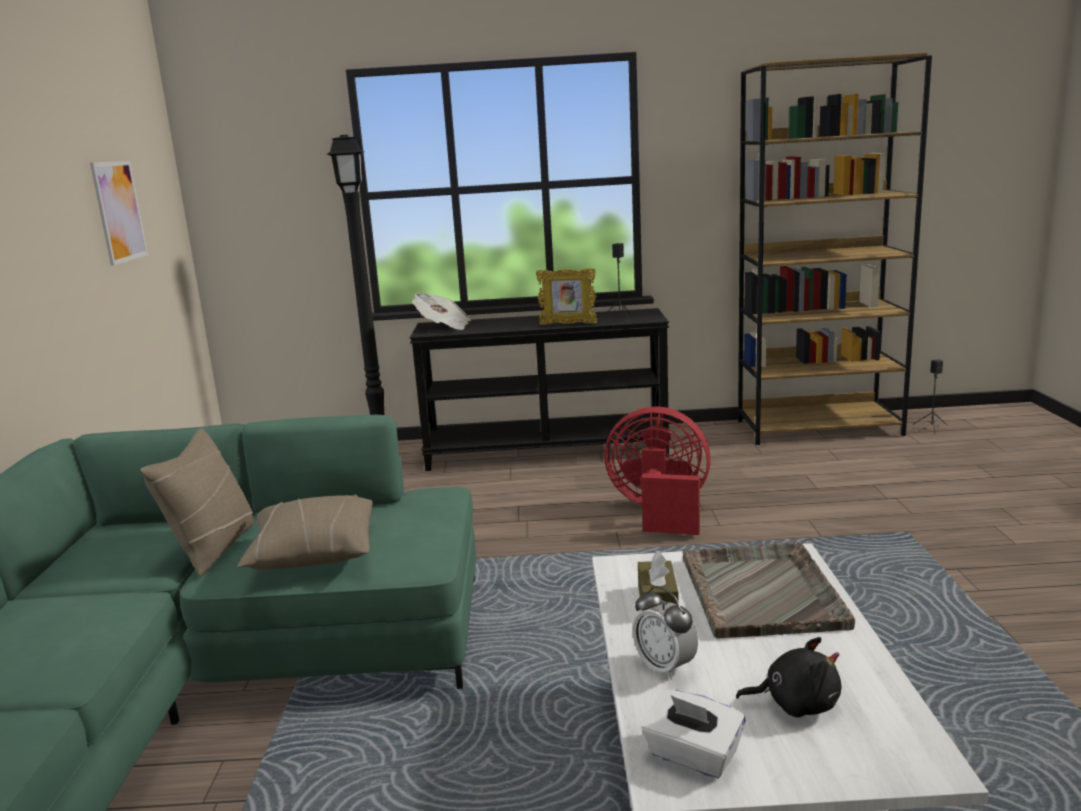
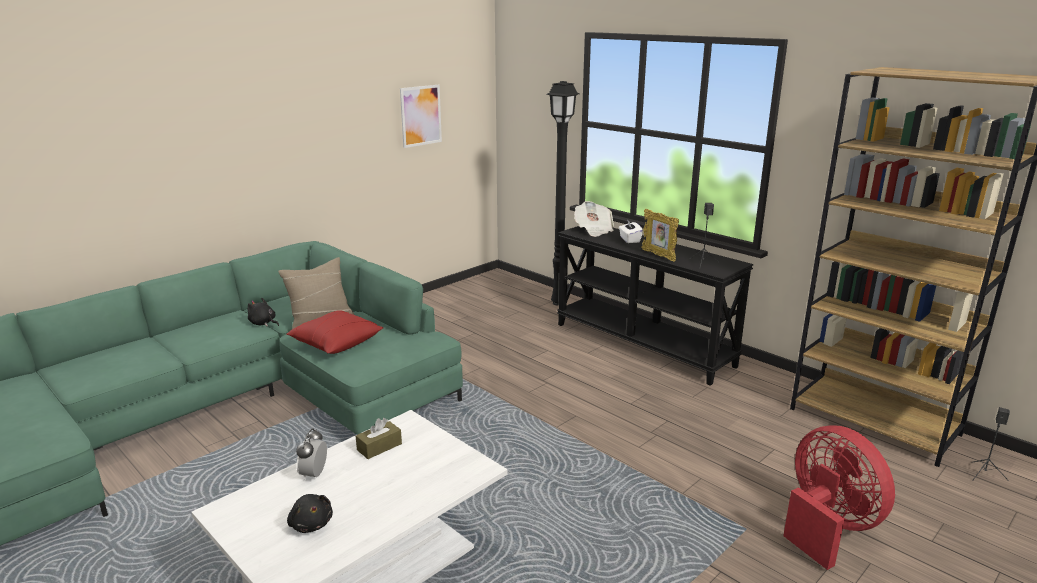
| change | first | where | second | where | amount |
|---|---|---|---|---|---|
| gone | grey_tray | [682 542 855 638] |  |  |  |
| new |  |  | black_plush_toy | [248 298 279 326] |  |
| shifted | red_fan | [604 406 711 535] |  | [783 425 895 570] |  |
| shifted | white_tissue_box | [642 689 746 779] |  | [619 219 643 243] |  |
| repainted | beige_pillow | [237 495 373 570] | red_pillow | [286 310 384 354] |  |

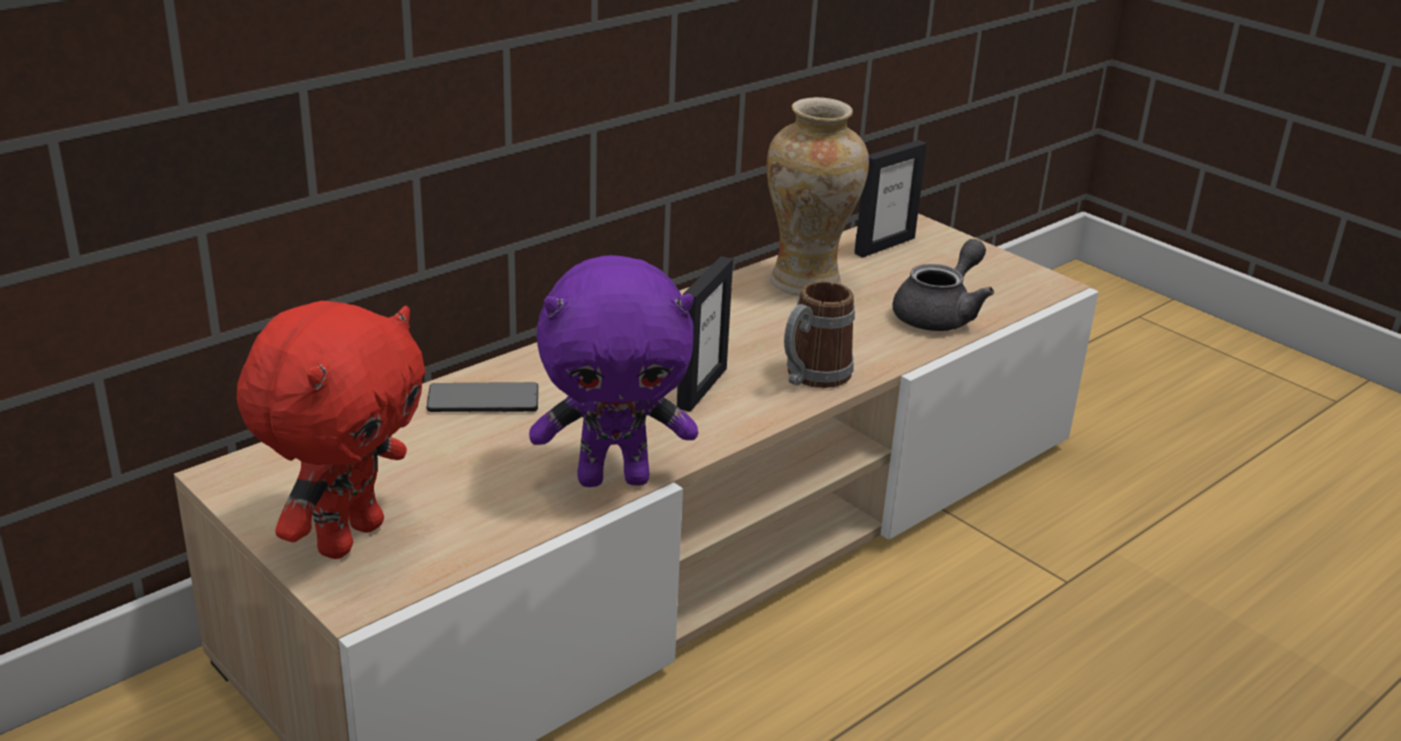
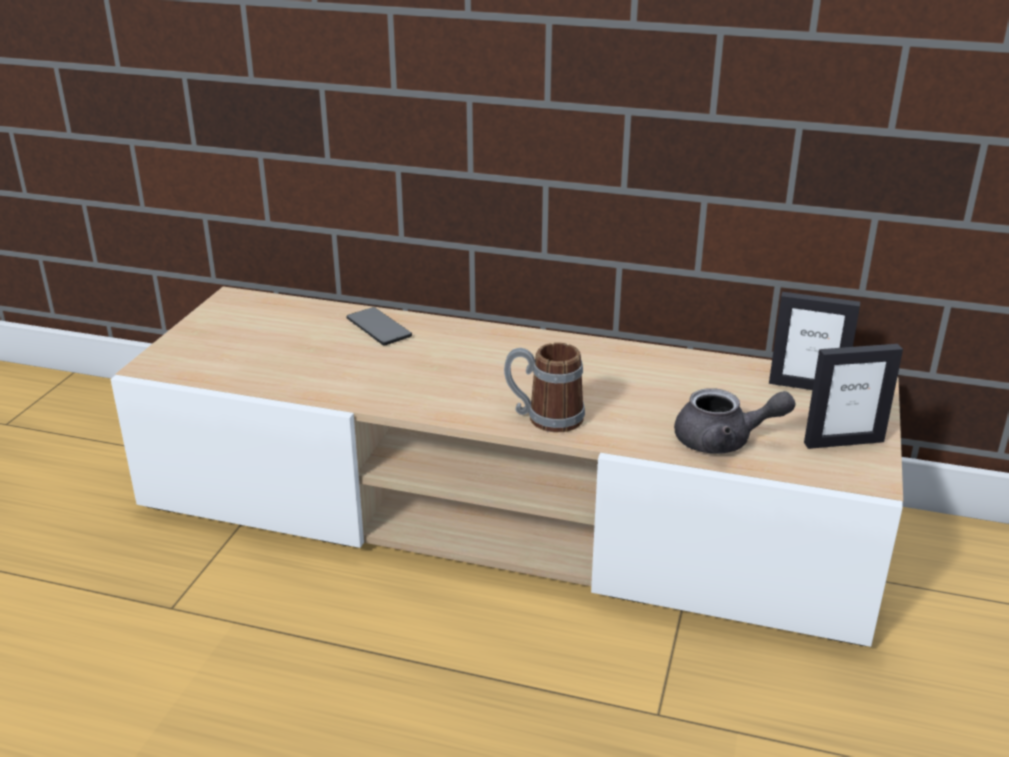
| change | first | where | second | where | amount |
|---|---|---|---|---|---|
| gone | red_plush_toy | [237 301 426 559] |  |  |  |
| gone | purple_plush_toy | [529 255 698 487] |  |  |  |
| gone | vase | [767 97 869 296] |  |  |  |
| shifted | picture_frame | [677 256 733 412] |  | [804 344 903 449] |  |

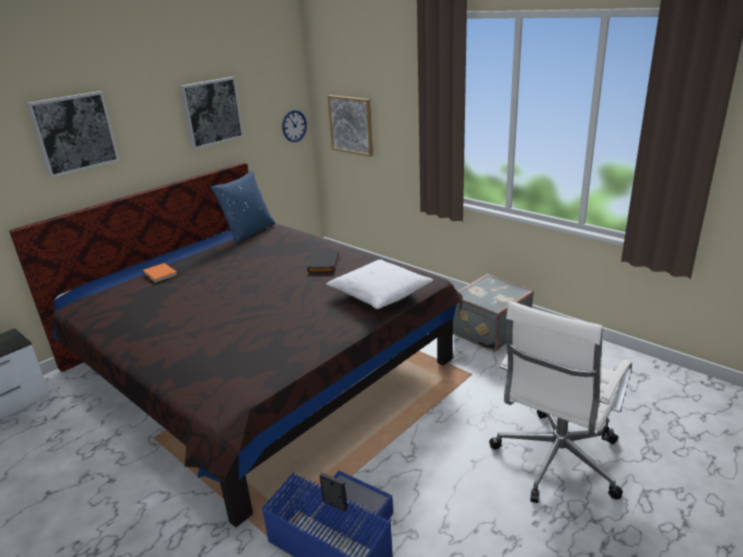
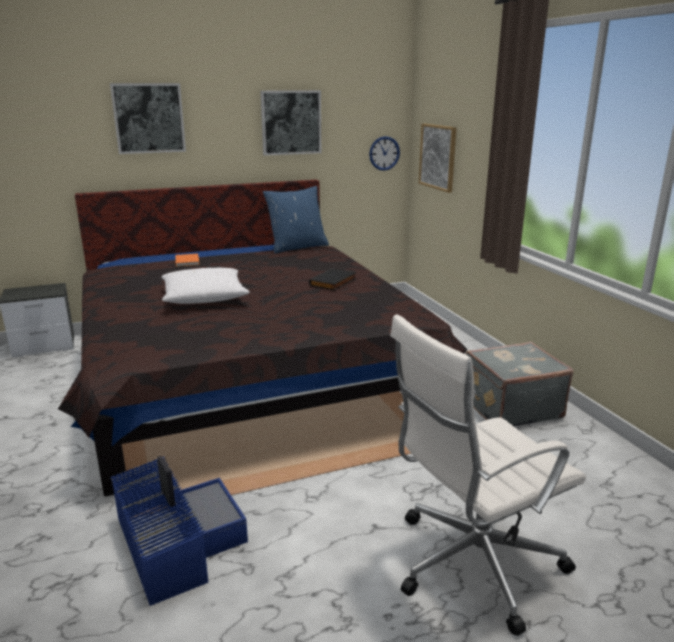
| change | first | where | second | where | amount |
|---|---|---|---|---|---|
| shifted | white_pillow | [326 260 433 309] |  | [161 268 250 304] |  |

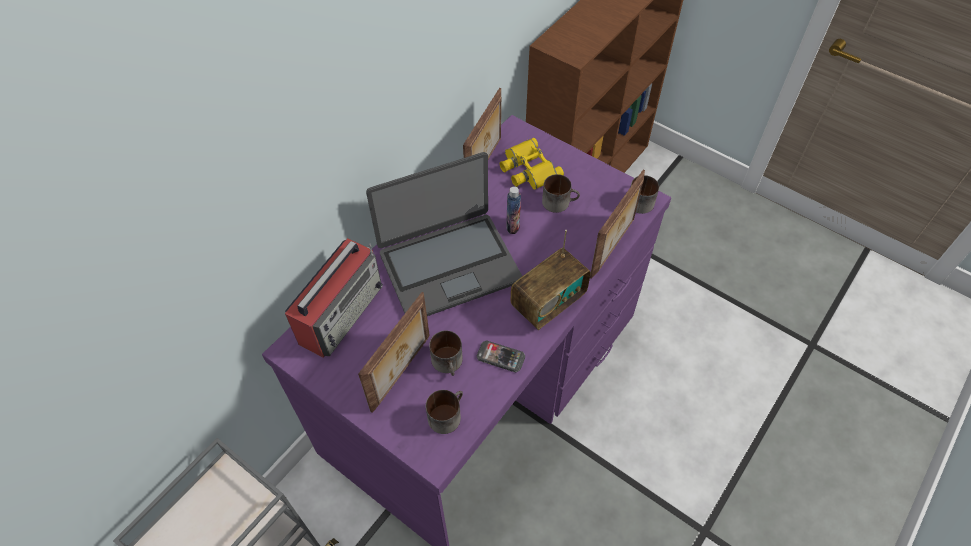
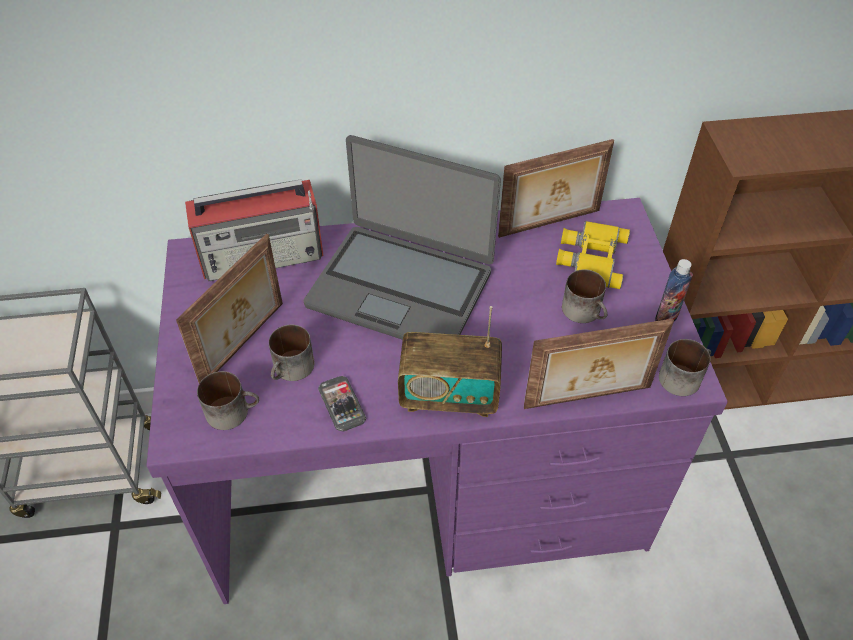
| change | first | where | second | where | amount |
|---|---|---|---|---|---|
| shifted | bottle | [506 186 521 234] |  | [655 259 693 321] |  |
| rotated | picture_frame | [358 292 430 413] |  | [176 233 283 383] | 45 degrees counterclockwise |

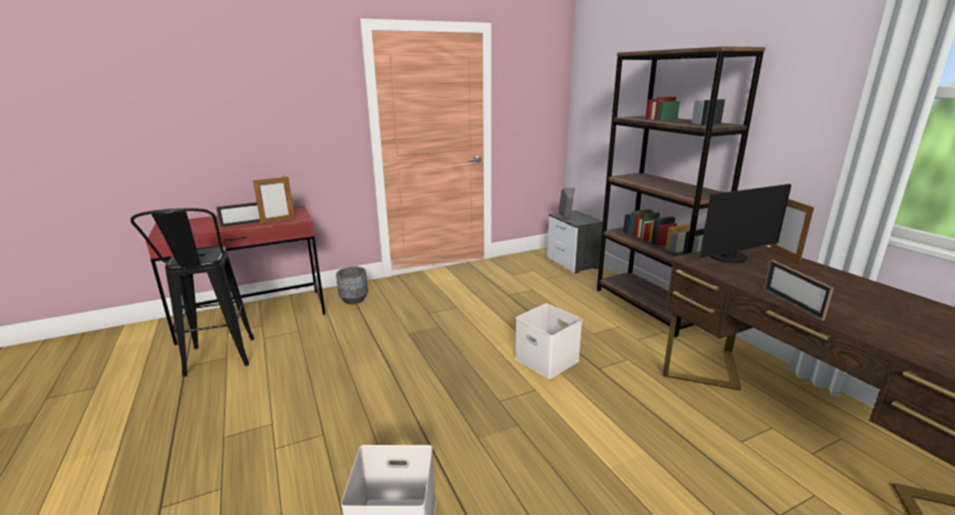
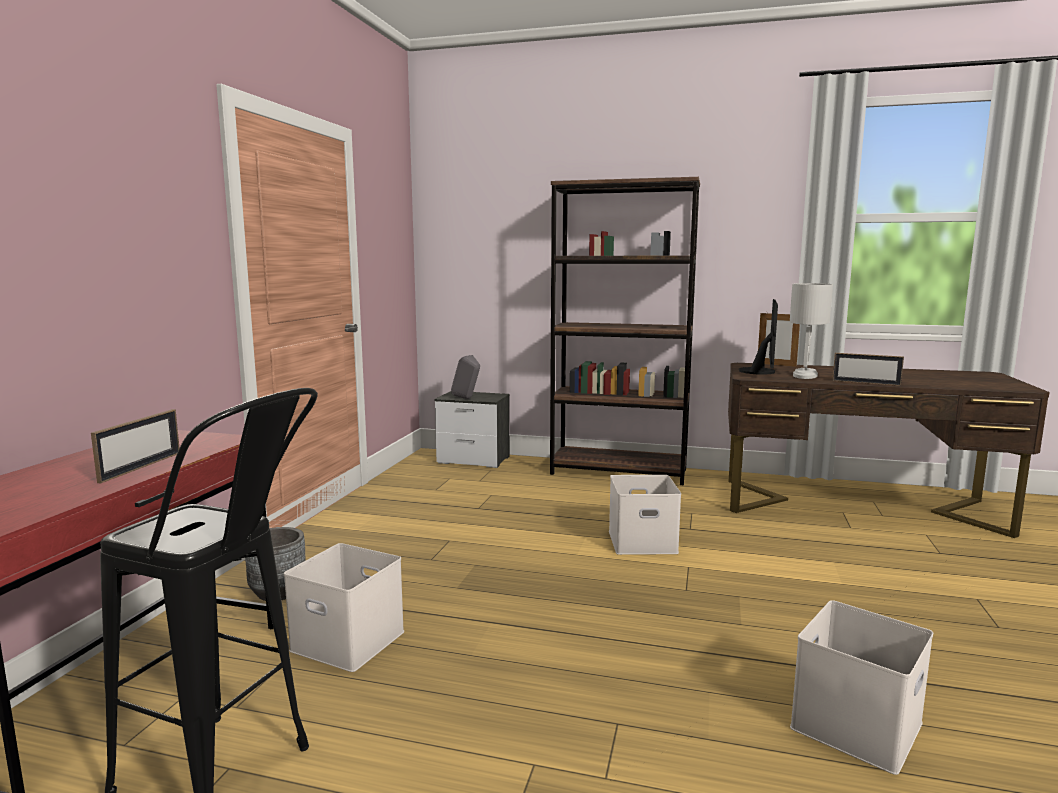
| change | first | where | second | where | amount |
|---|---|---|---|---|---|
| gone | picture_frame | [253 177 295 224] |  |  |  |
| new |  |  | white_storage_box | [284 543 404 672] |  |
| new |  |  | white_table_lamp | [790 283 833 379] |  |

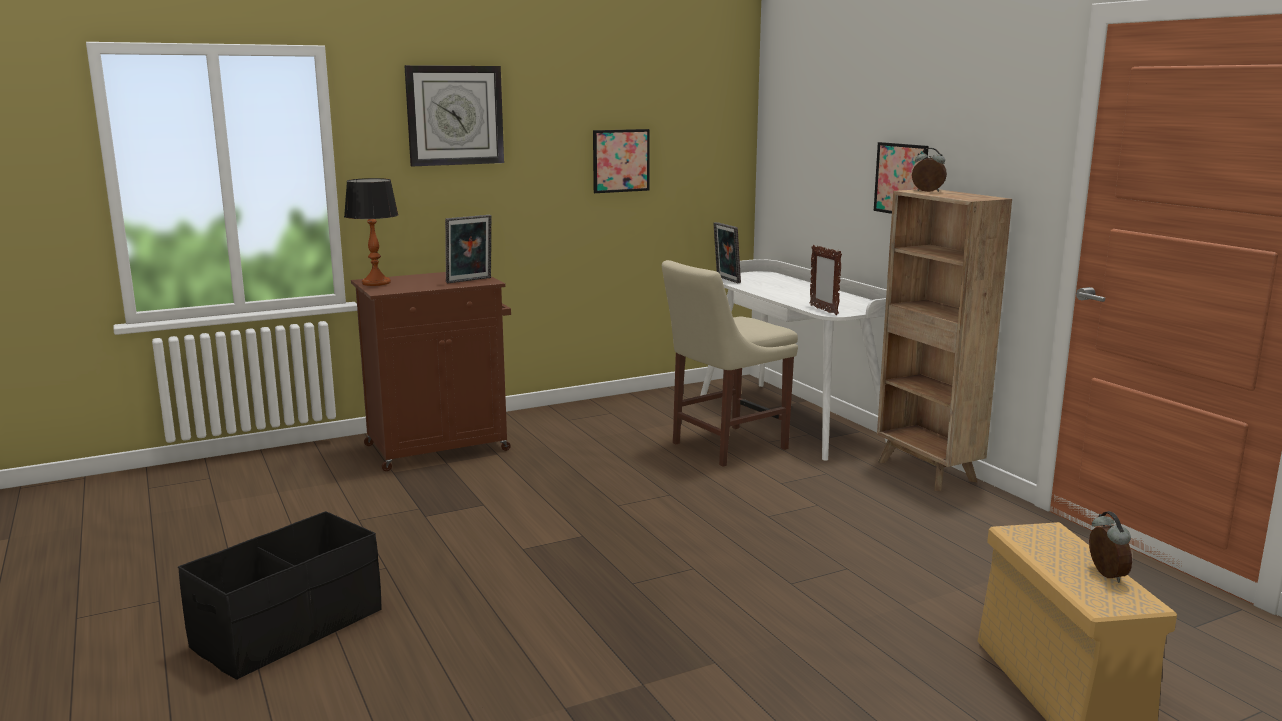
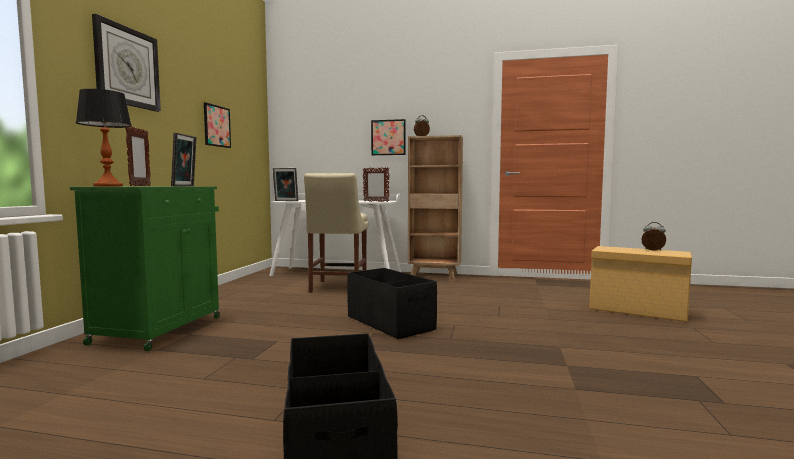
| change | first | where | second | where | amount |
|---|---|---|---|---|---|
| new |  |  | picture_frame | [125 126 151 186] |  |
| new |  |  | black_storage_box | [347 268 437 339] |  |
| repainted | brown_cabinet | [351 272 511 471] | green_cabinet | [70 186 220 351] |  |

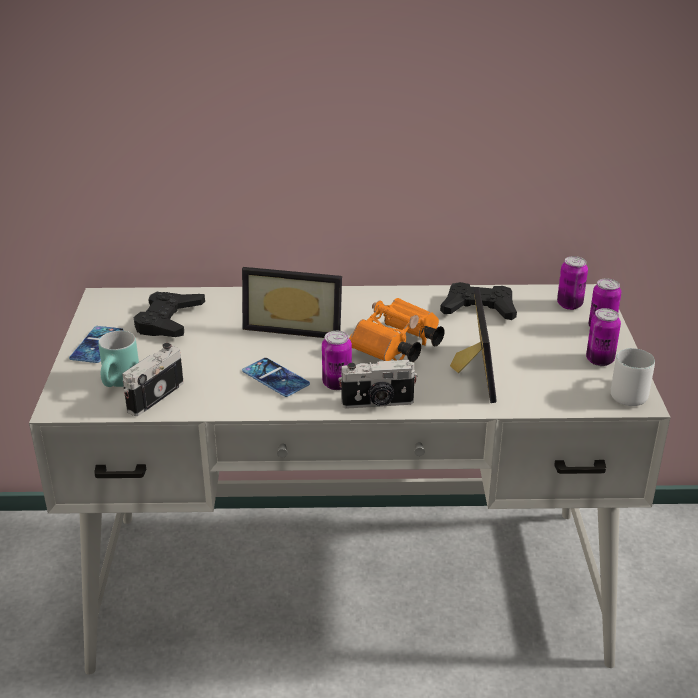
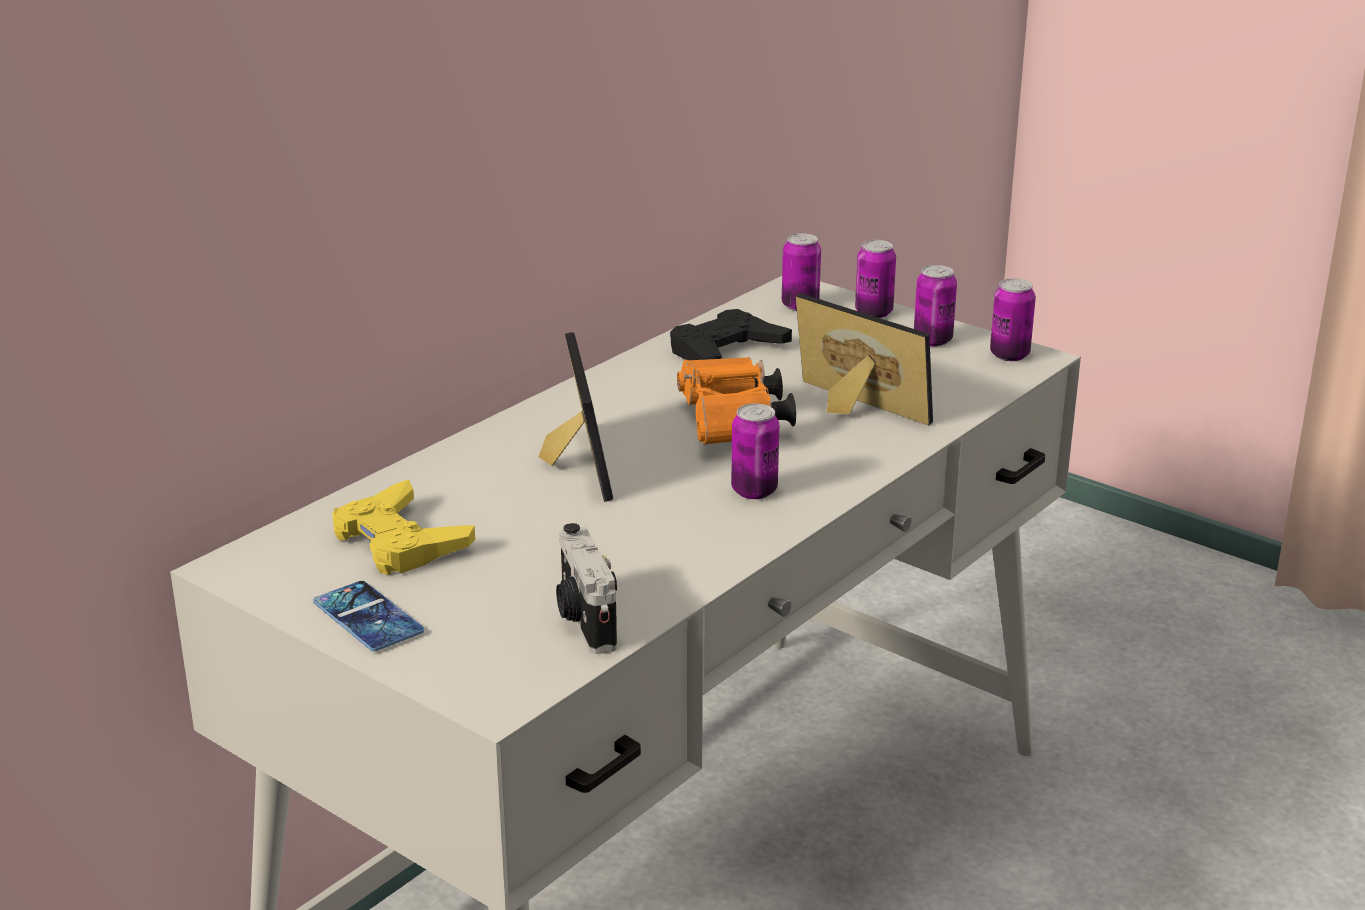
| change | first | where | second | where | amount |
|---|---|---|---|---|---|
| gone | turquoise_mug | [98 331 139 387] |  |  |  |
| gone | phone | [242 358 310 397] |  |  |  |
| gone | photo_camera | [339 360 417 409] |  |  |  |
| swapped | white_mug | [611 348 655 406] | can | [990 278 1036 361] |  |
| repainted | black_game_controller | [134 292 205 337] | yellow_game_controller | [332 479 475 575] |  |
| rotated | picture_frame | [242 267 342 338] |  | [539 332 613 502] | 60 degrees counterclockwise |

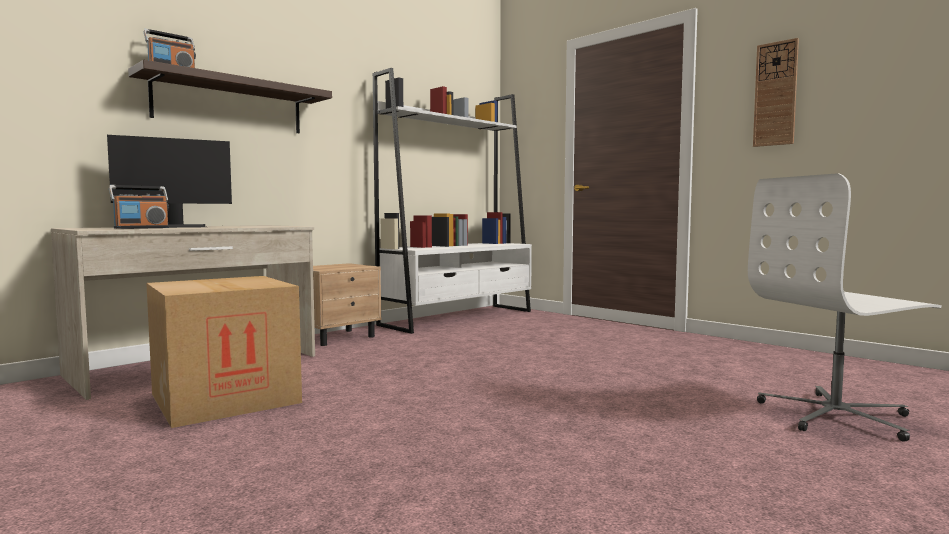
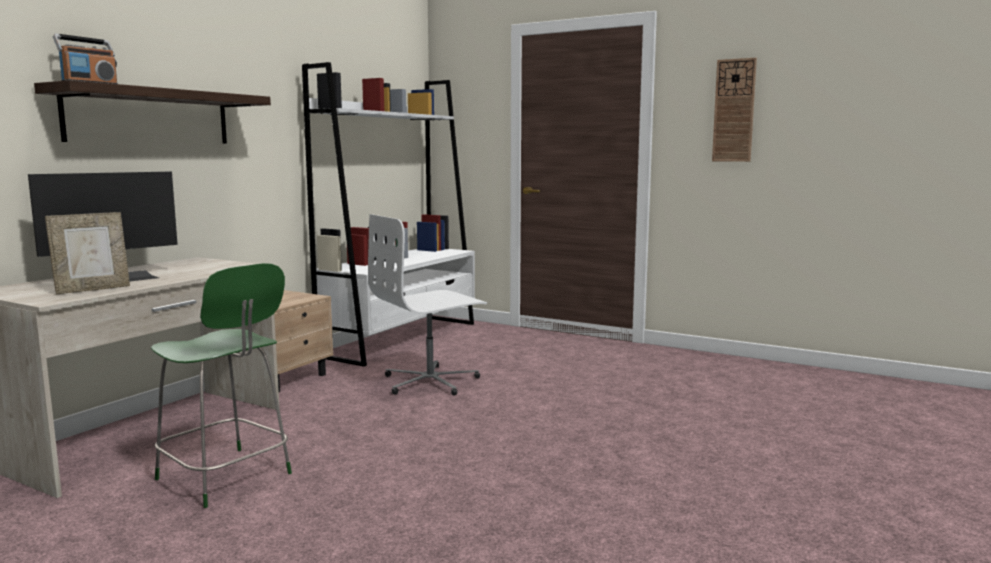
| change | first | where | second | where | amount |
|---|---|---|---|---|---|
| shifted | white_office_chair | [748 173 942 442] |  | [368 214 487 396] |  |
| swapped | radio | [109 185 169 229] | picture_frame | [45 212 130 294] |  |
| swapped | cardboard_box | [146 276 302 428] | green_chair | [151 263 292 508] |  |

